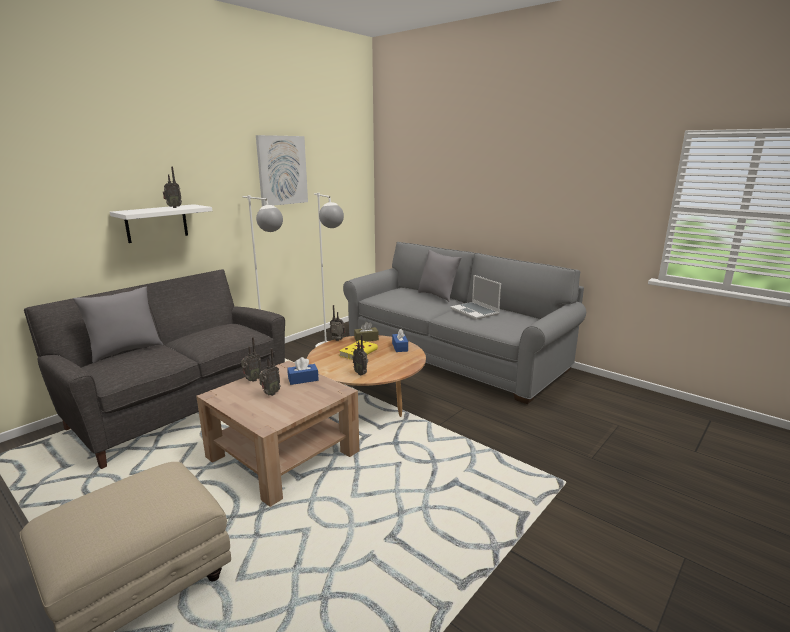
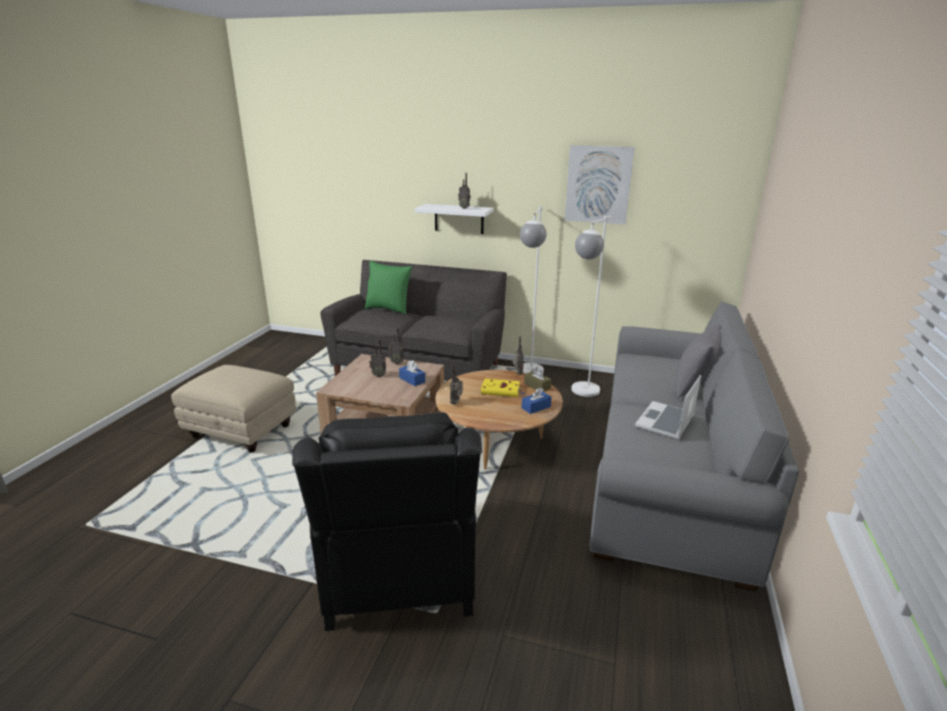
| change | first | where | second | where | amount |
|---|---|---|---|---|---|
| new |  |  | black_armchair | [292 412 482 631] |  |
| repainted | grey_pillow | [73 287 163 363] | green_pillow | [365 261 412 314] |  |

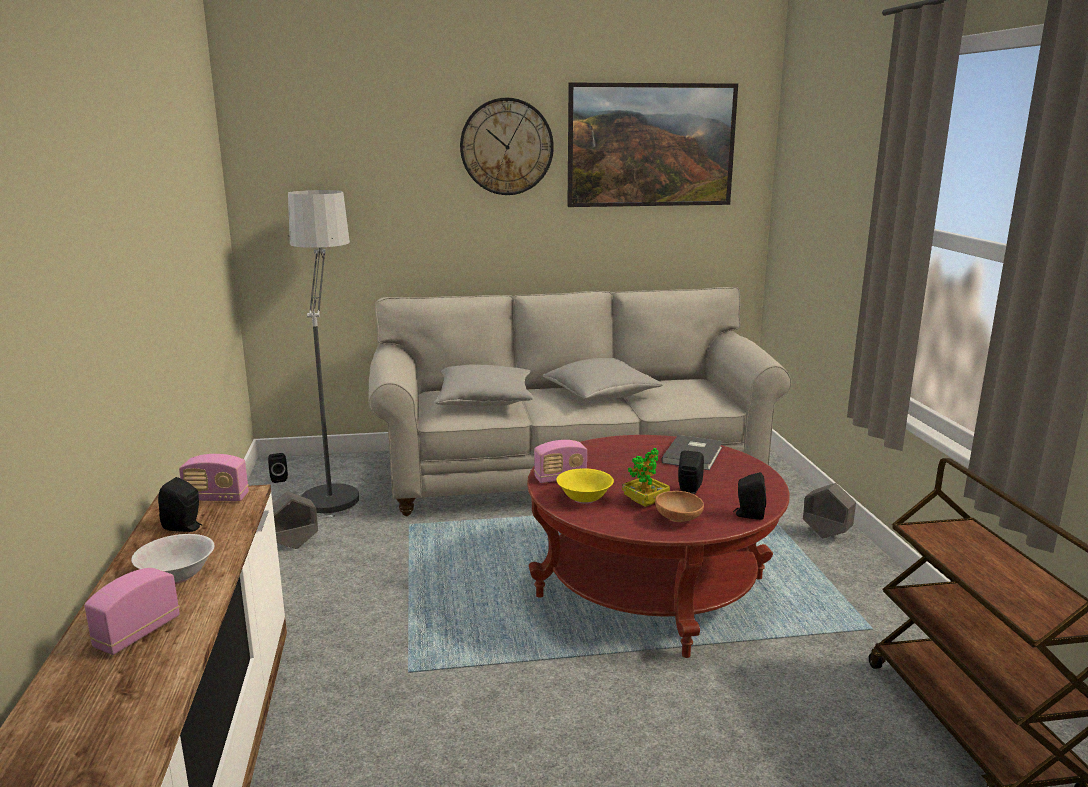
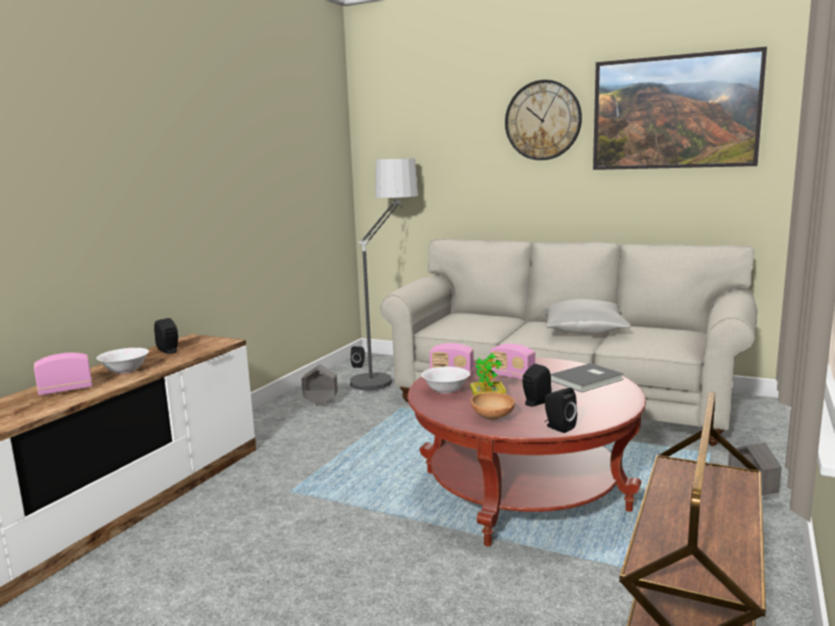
| change | first | where | second | where | amount |
|---|---|---|---|---|---|
| gone | grey_pillow | [435 365 533 407] |  |  |  |
| shifted | radio | [179 454 249 501] |  | [490 344 535 380] |  |
| repainted | yellow_bowl | [556 468 614 504] | white_bowl | [421 367 470 394] |  |

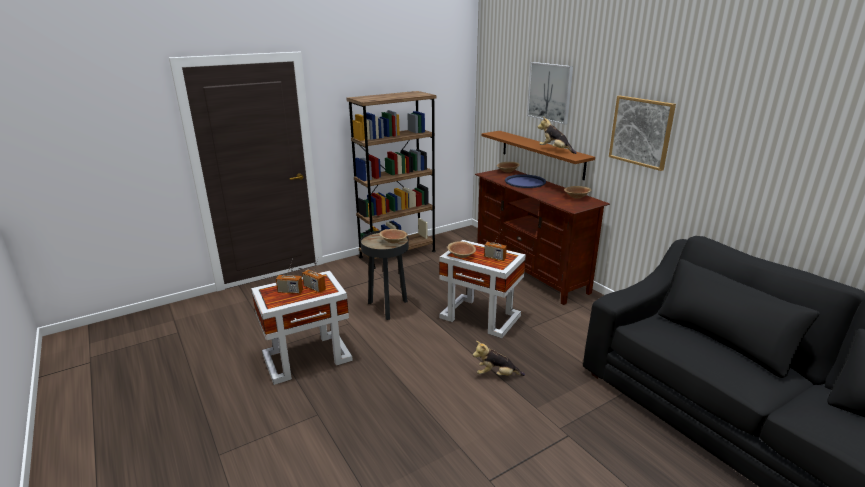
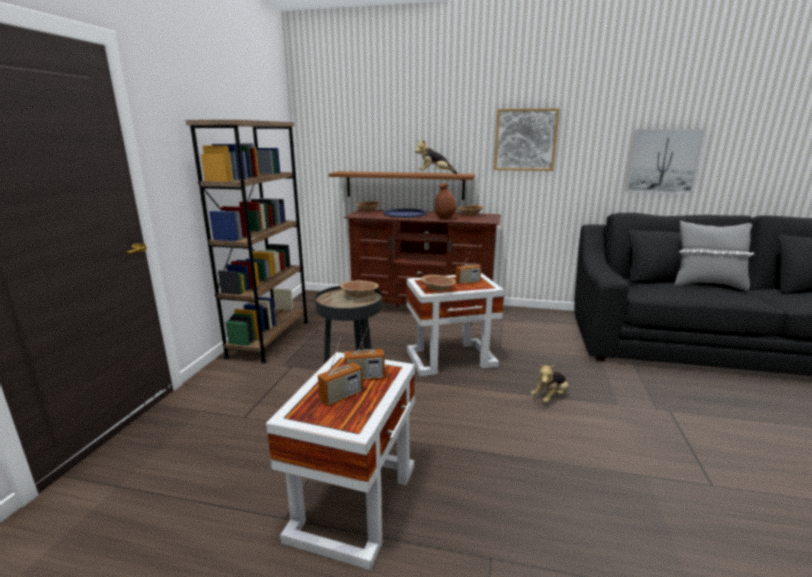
| change | first | where | second | where | amount |
|---|---|---|---|---|---|
| new |  |  | brown_vase | [434 183 457 219] |  |
| new |  |  | grey_pillow | [674 221 754 291] |  |
| shifted | picture | [527 62 573 124] |  | [626 129 706 194] |  |

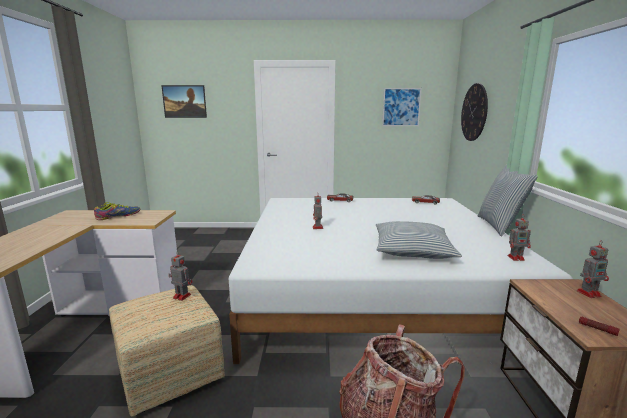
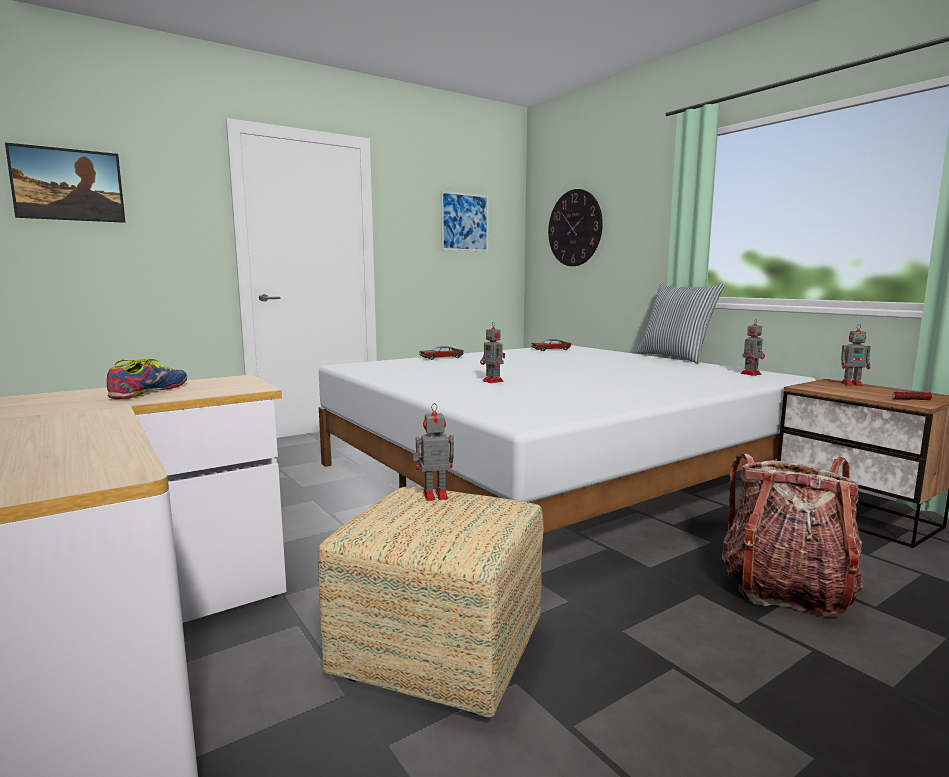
| change | first | where | second | where | amount |
|---|---|---|---|---|---|
| gone | pillow | [376 221 462 259] |  |  |  |
| rotated | toy_robot | [577 240 609 298] |  | [841 325 871 386] | 60 degrees clockwise |

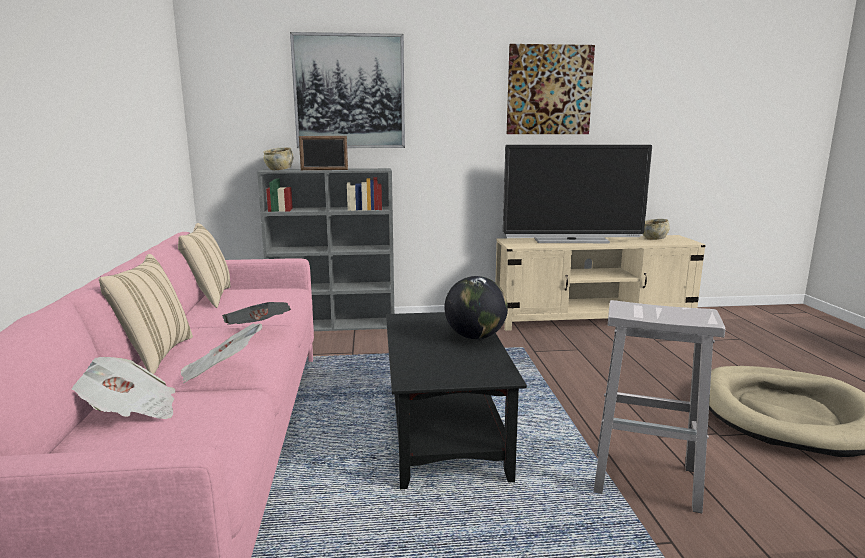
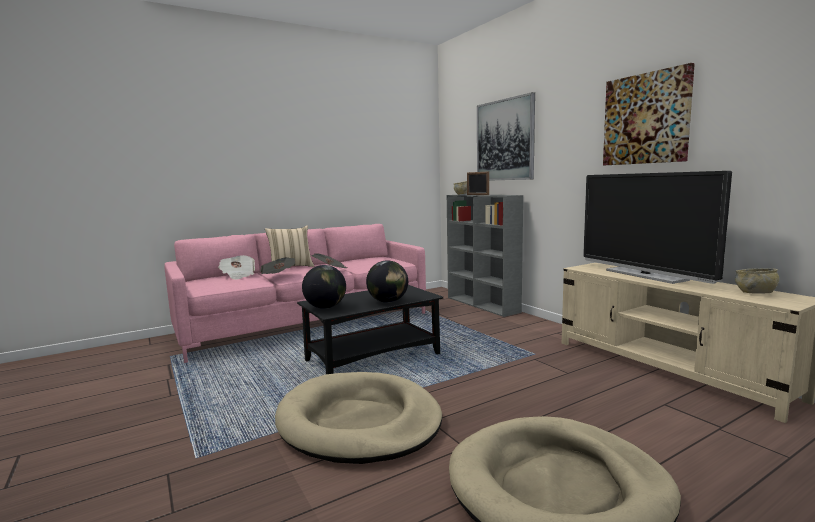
| change | first | where | second | where | amount |
|---|---|---|---|---|---|
| gone | beige_pillow | [178 223 230 308] |  |  |  |
| new |  |  | globe | [302 265 346 309] |  |
| swapped | white_stool | [594 300 725 513] | beige_dog_bed | [275 372 442 464] |  |

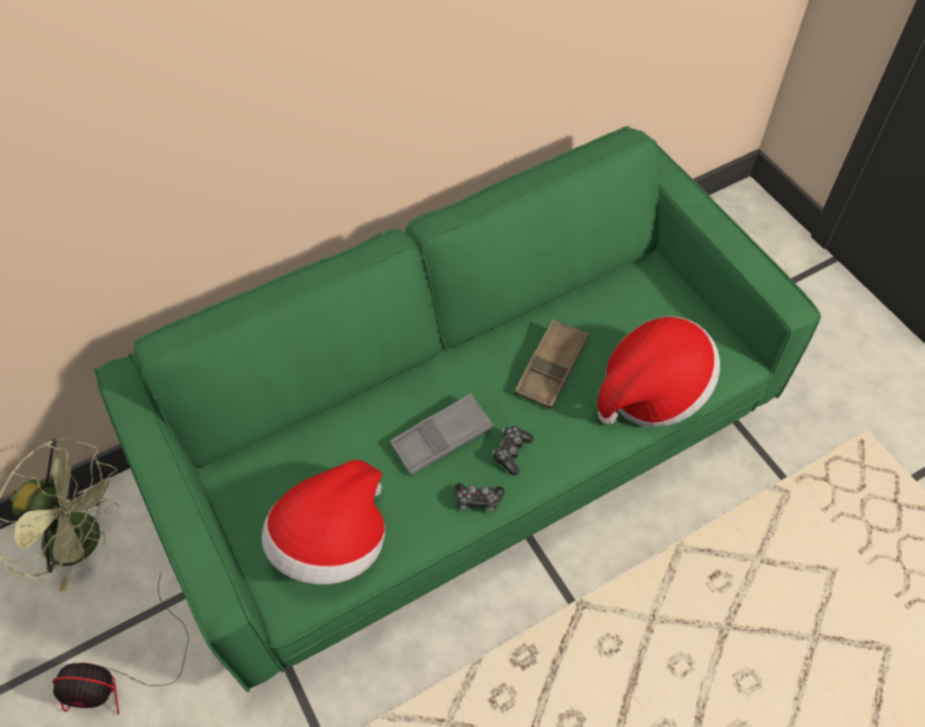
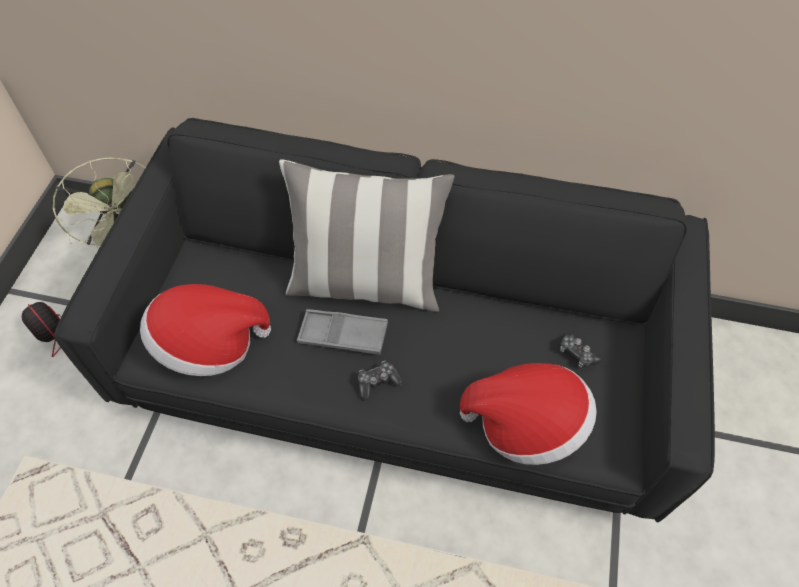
| change | first | where | second | where | amount |
|---|---|---|---|---|---|
| gone | brown_tray | [514 319 589 409] |  |  |  |
| new |  |  | pillow | [279 160 455 312] |  |
| shifted | game_controller | [454 483 504 513] |  | [560 333 602 368] |  |
| repainted | green_sofa | [94 126 821 692] | black_sofa | [54 118 715 523] |  |

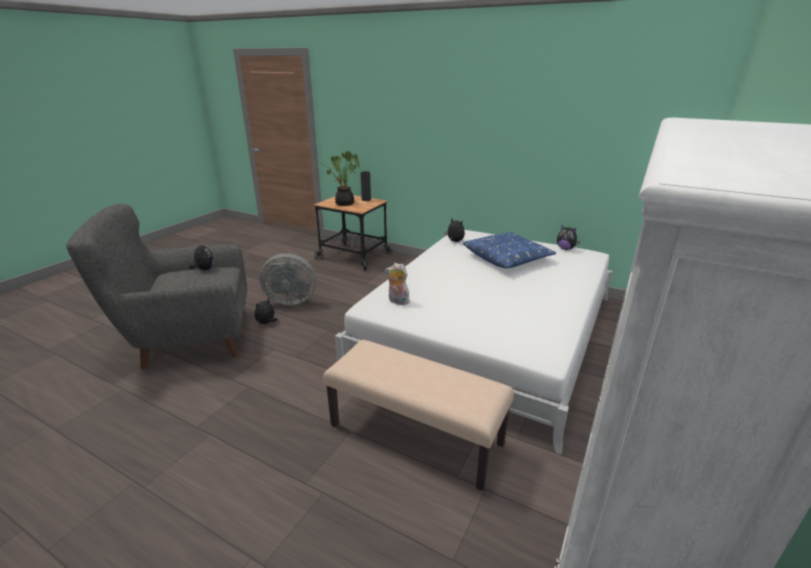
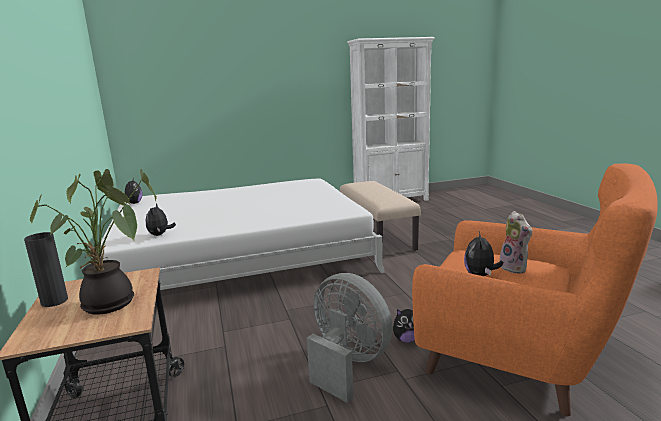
| change | first | where | second | where | amount |
|---|---|---|---|---|---|
| gone | blue_pillow | [463 232 556 268] |  |  |  |
| shifted | plush_toy | [385 263 410 305] |  | [499 211 533 274] |  |
| repainted | grey_armchair | [66 204 247 369] | orange_armchair | [412 163 658 416] |  |

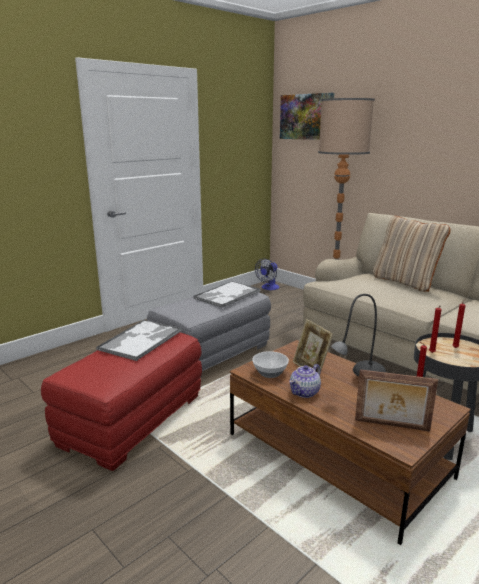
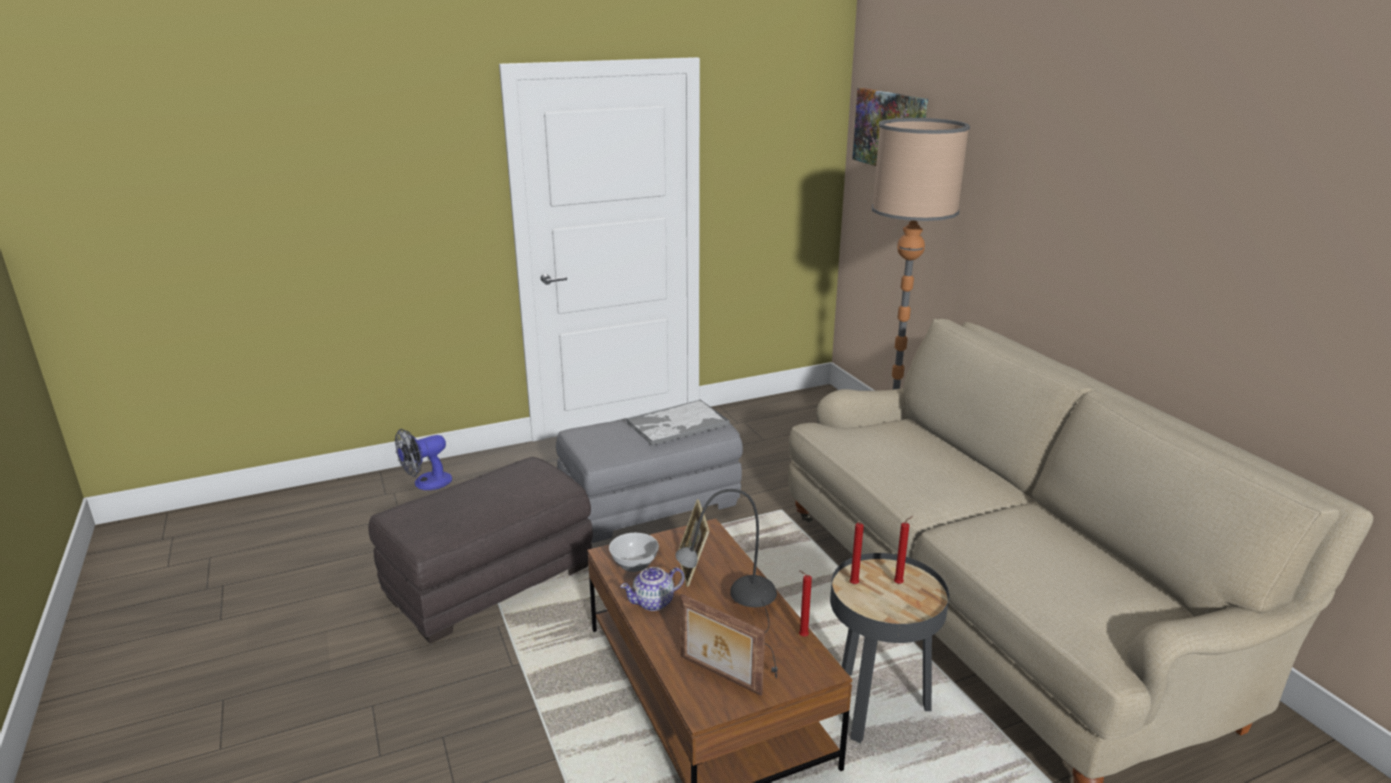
| change | first | where | second | where | amount |
|---|---|---|---|---|---|
| gone | tray | [96 320 181 361] |  |  |  |
| gone | beige_pillow | [373 216 450 292] |  |  |  |
| shifted | fan | [255 259 279 290] |  | [395 429 452 490] |  |
| repainted | red_ottoman | [41 332 202 471] | grey_ottoman | [368 457 593 643] |  |

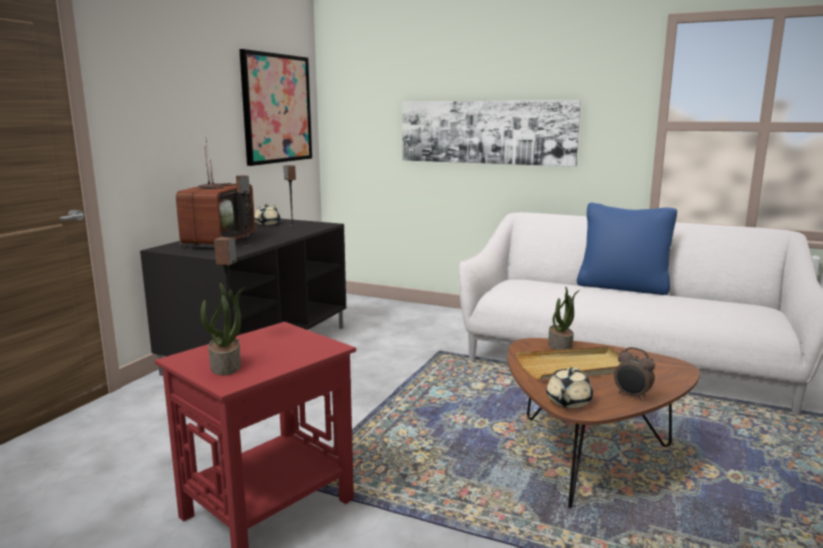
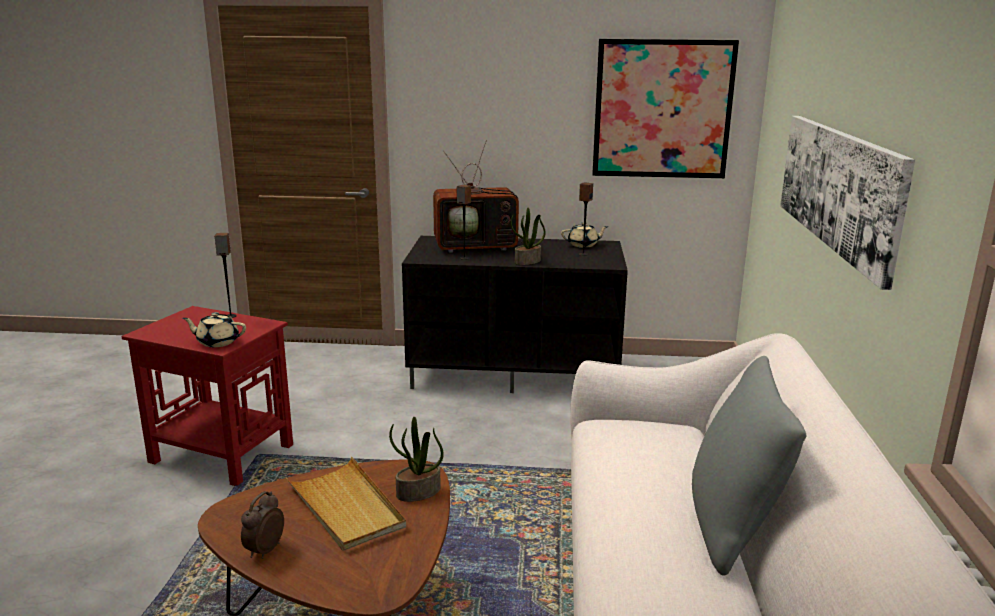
| change | first | where | second | where | amount |
|---|---|---|---|---|---|
| shifted | potted_plant | [201 283 245 376] |  | [511 208 546 265] |  |
| shifted | beige_teapot | [546 367 593 408] |  | [182 312 246 347] |  |
| repainted | blue_pillow | [577 203 677 295] | grey_pillow | [692 356 806 575] |  |

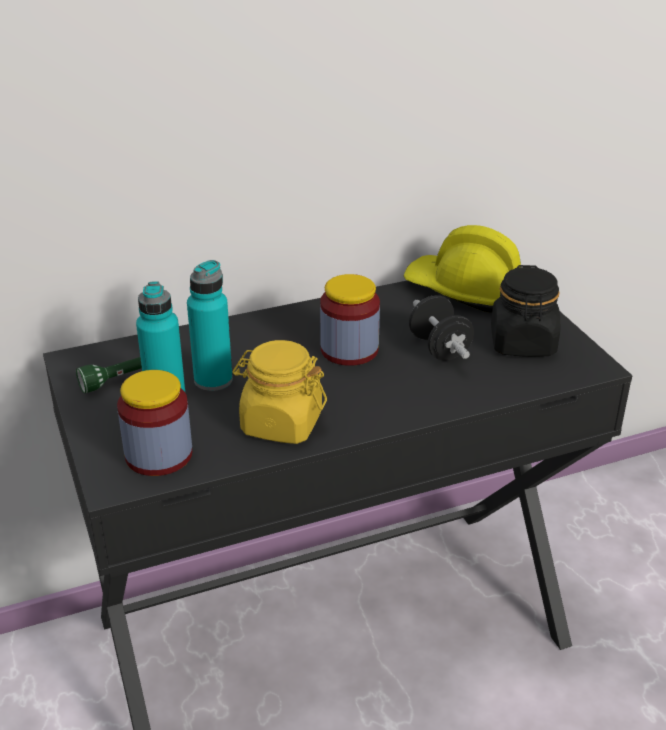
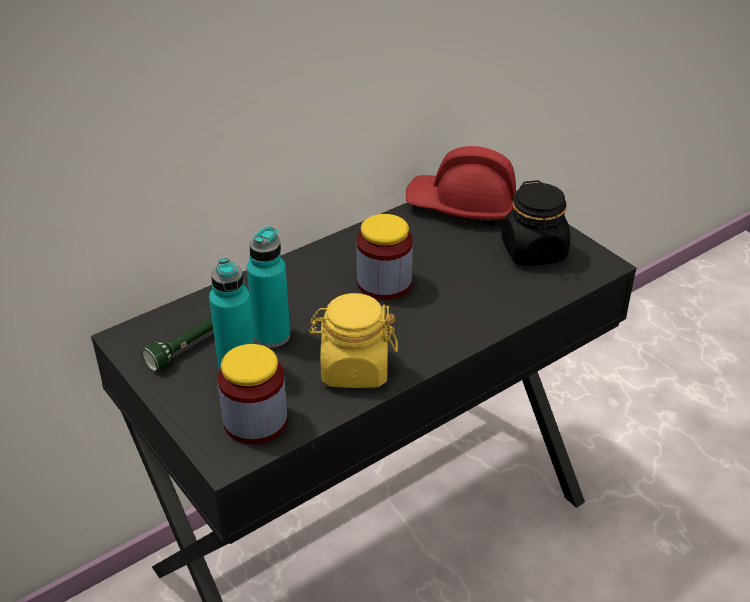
| change | first | where | second | where | amount |
|---|---|---|---|---|---|
| gone | black_dumbbell | [409 295 474 361] |  |  |  |
| repainted | yellow_hard_hat | [404 225 521 313] | red_hard_hat | [406 146 516 225] |  |

